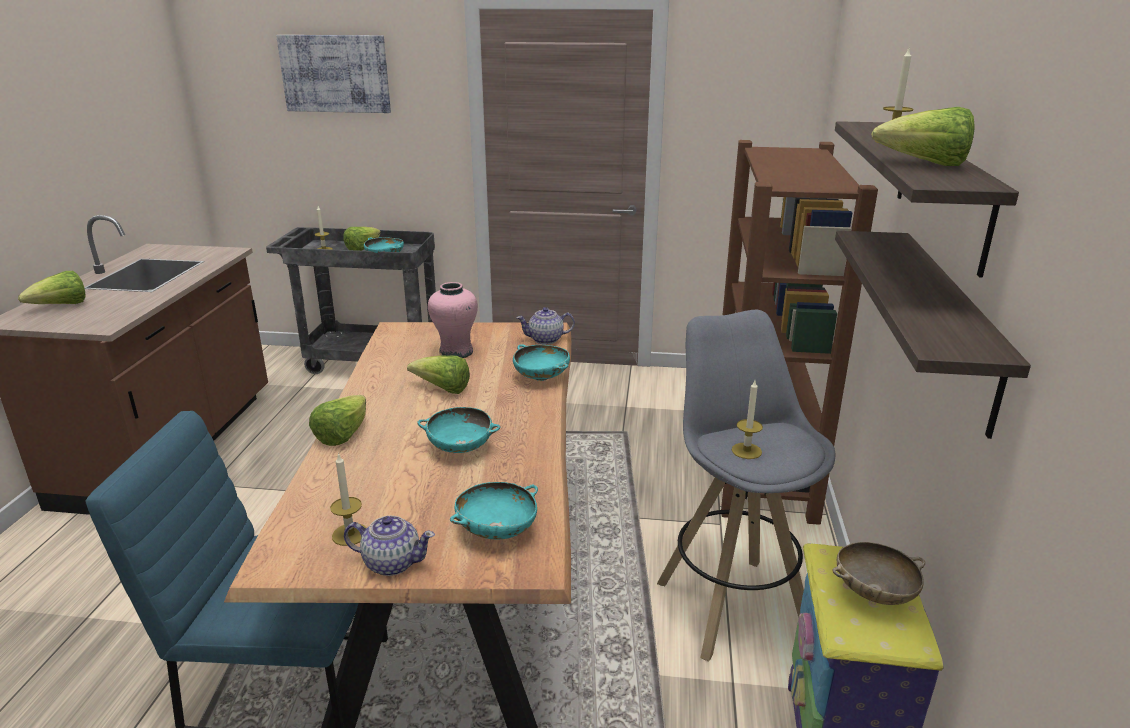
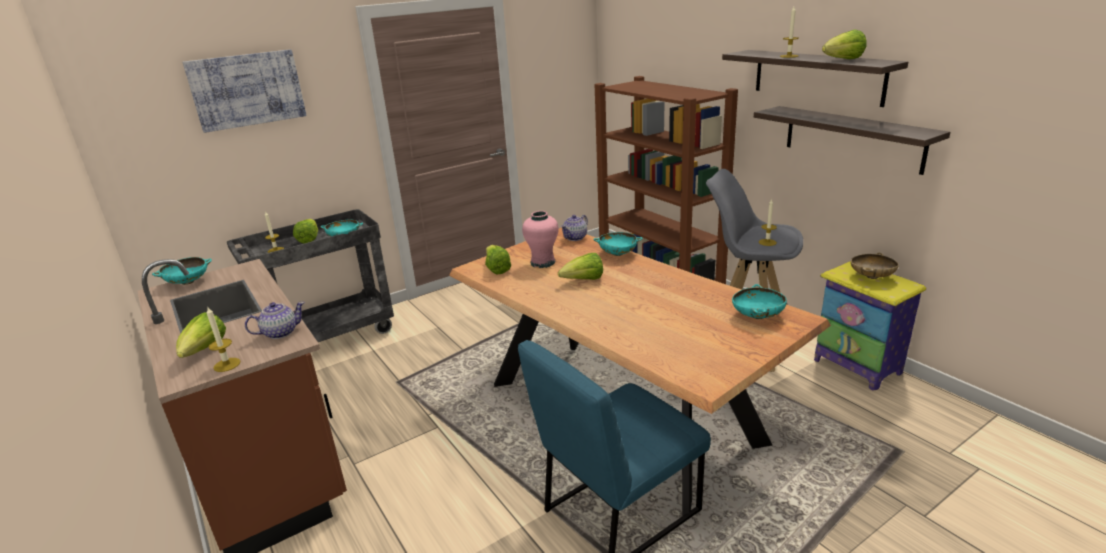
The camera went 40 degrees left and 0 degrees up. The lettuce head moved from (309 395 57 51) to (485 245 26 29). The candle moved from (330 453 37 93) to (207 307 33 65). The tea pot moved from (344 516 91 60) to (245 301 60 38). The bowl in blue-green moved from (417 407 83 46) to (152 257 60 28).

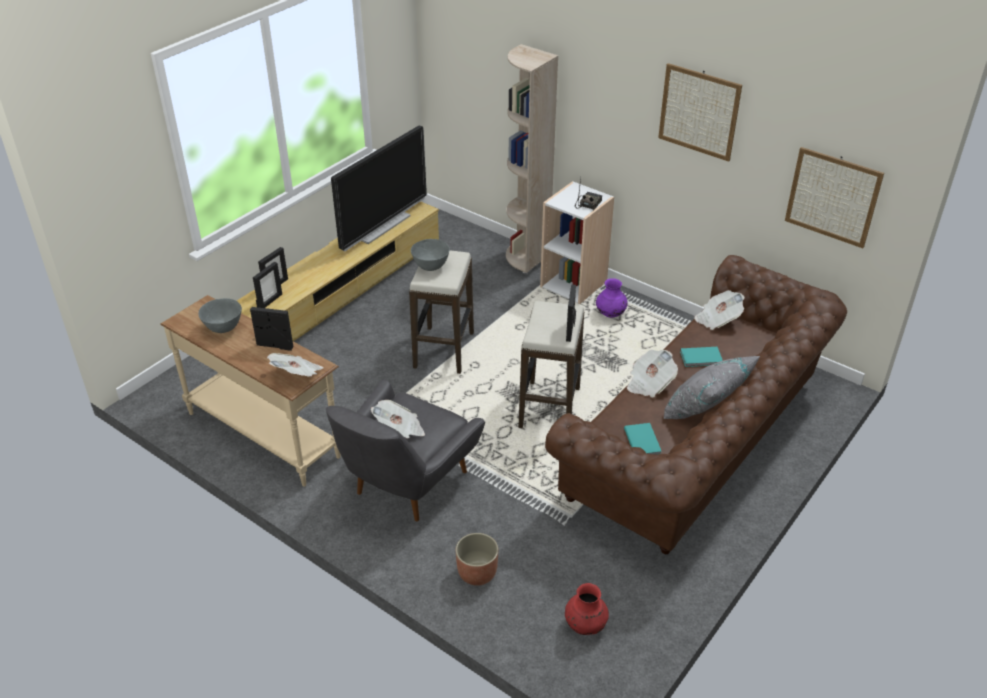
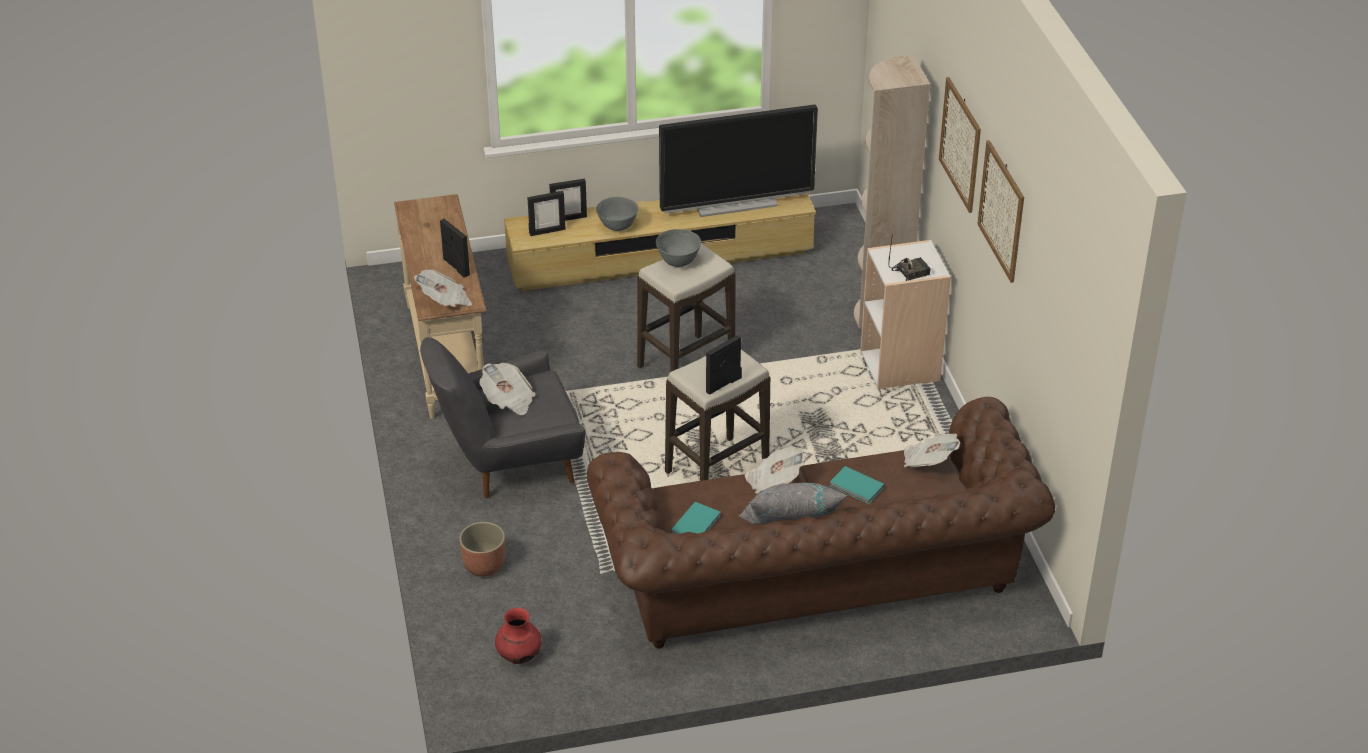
The camera went 40 degrees right and 0 degrees up. The bowl in grey moved from (198 298 44 35) to (596 197 42 34). The vase in purplish at (596 278 32 39) disappeared. The picture moved from (785 147 99 101) to (939 77 42 136).

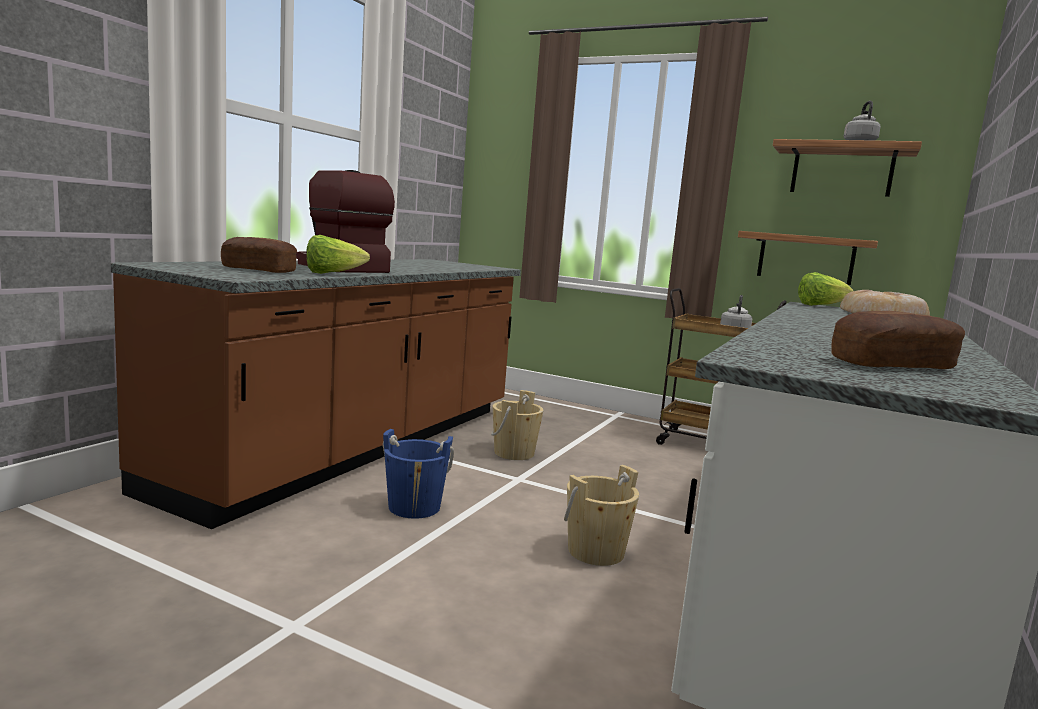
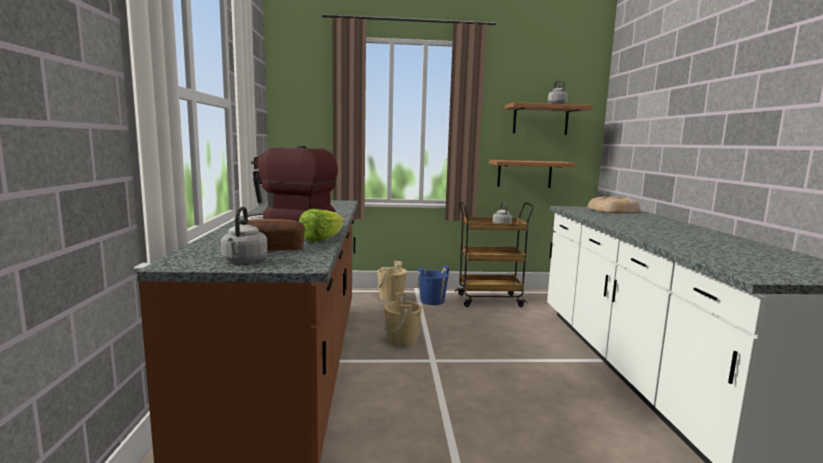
The camera went 30 degrees left and 0 degrees up. The pail in blue moved from (383 429 71 90) to (417 265 32 40). The pail in sand-coloured moved from (564 465 75 101) to (377 261 30 41). The lettuce head at (798 272 55 34) disappeared. The baked bread at (831 311 134 58) disappeared. The water kettle in grey at (221 207 47 56) appeared.

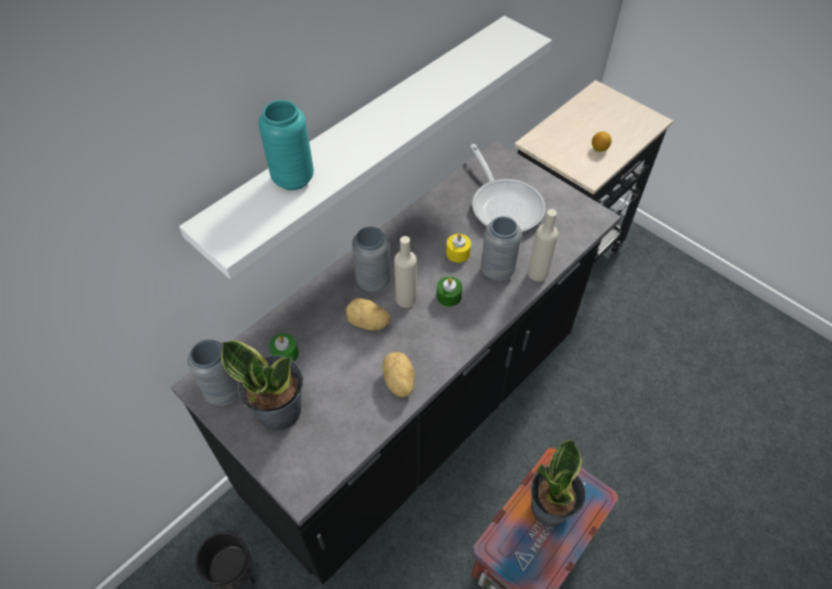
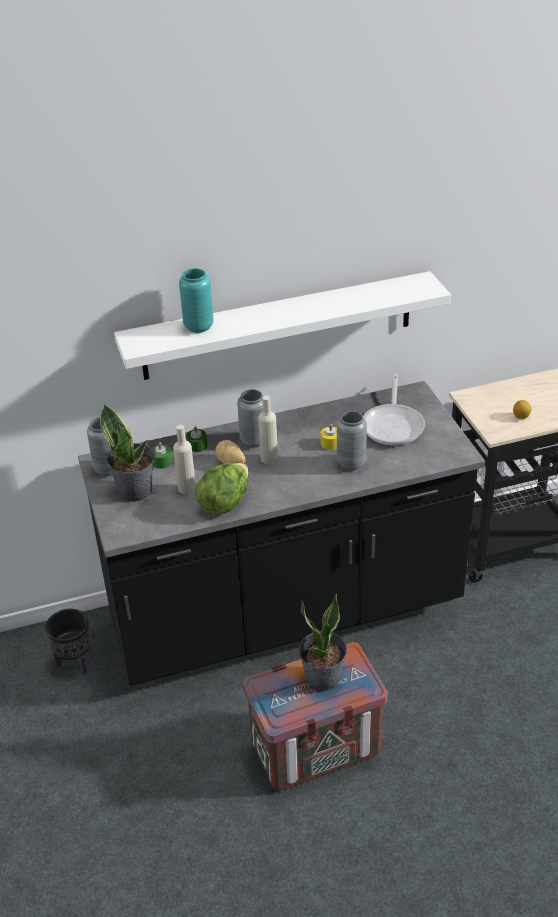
The camera went 30 degrees right and 15 degrees down. The potato at (383 352 31 45) was replaced by the lettuce head at (195 463 54 52). The candle in green-coloured moved from (436 276 26 31) to (186 426 21 26). The bottle in sand-coloured moved from (528 209 30 72) to (173 425 23 69).

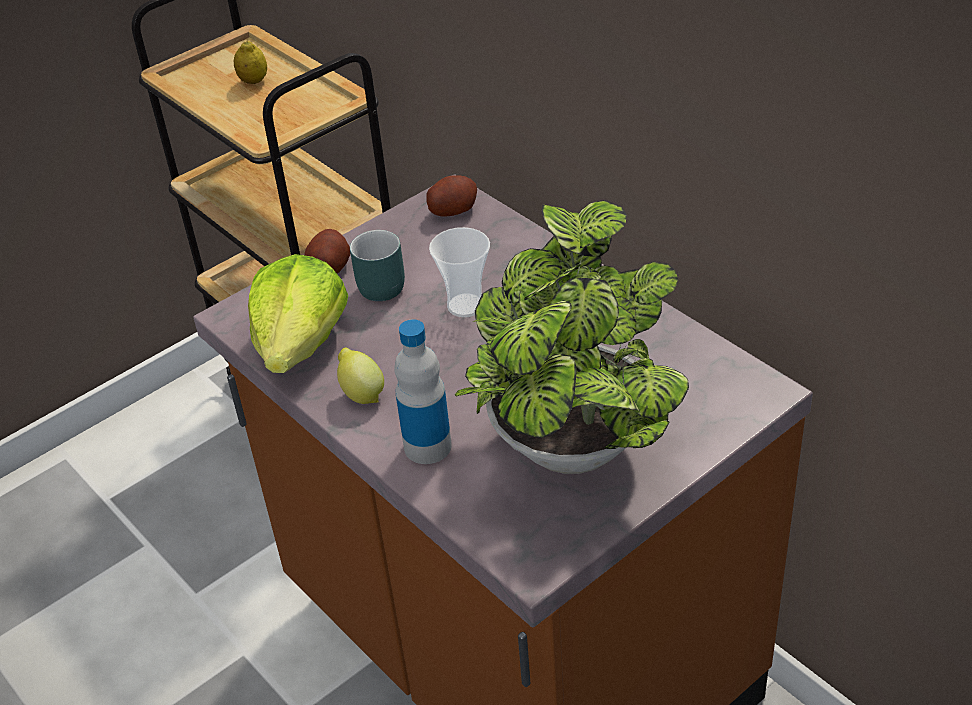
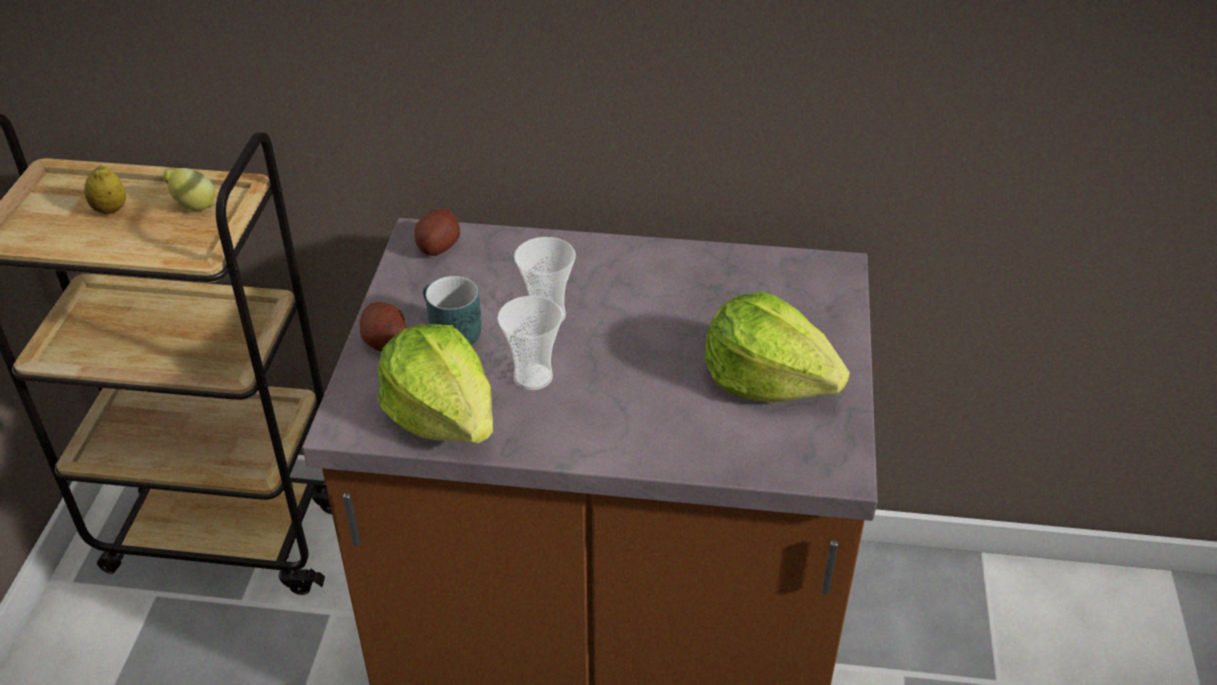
The camera went 45 degrees left and 0 degrees up. The citrus fruit moved from (337 347 47 57) to (163 168 52 43). The bottle at (394 319 58 145) disappeared. The potted plant at (455 200 234 274) was replaced by the lettuce head at (705 291 145 111). The drinking cup at (498 296 65 94) appeared.

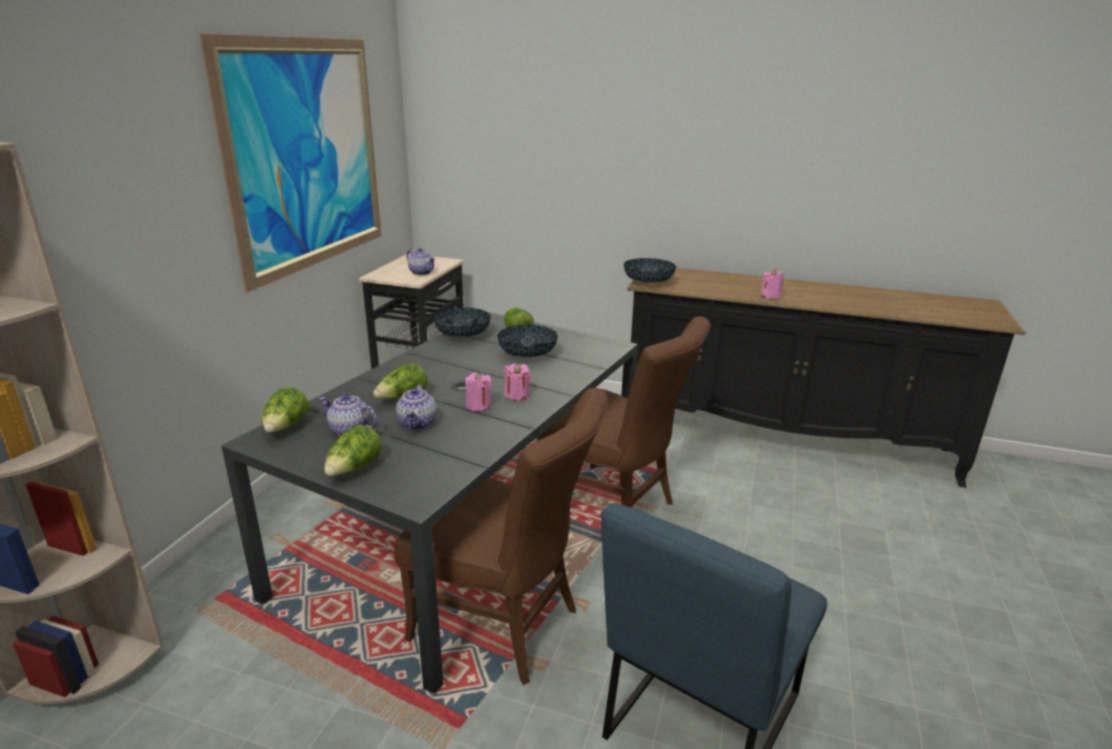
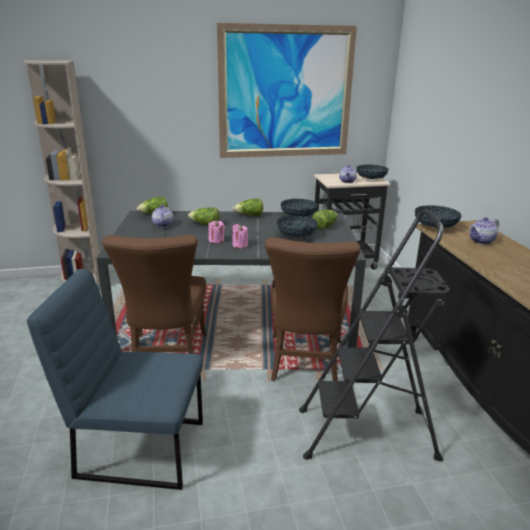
The camera went 60 degrees right and 0 degrees up. The lettuce head moved from (324 425 57 51) to (233 198 30 18). The tea pot moved from (396 384 41 46) to (470 217 29 27). The candle in pink at (761 269 23 30) disappeared. The step stool at (299 210 151 252) appeared. The bowl at (356 165 33 14) appeared.

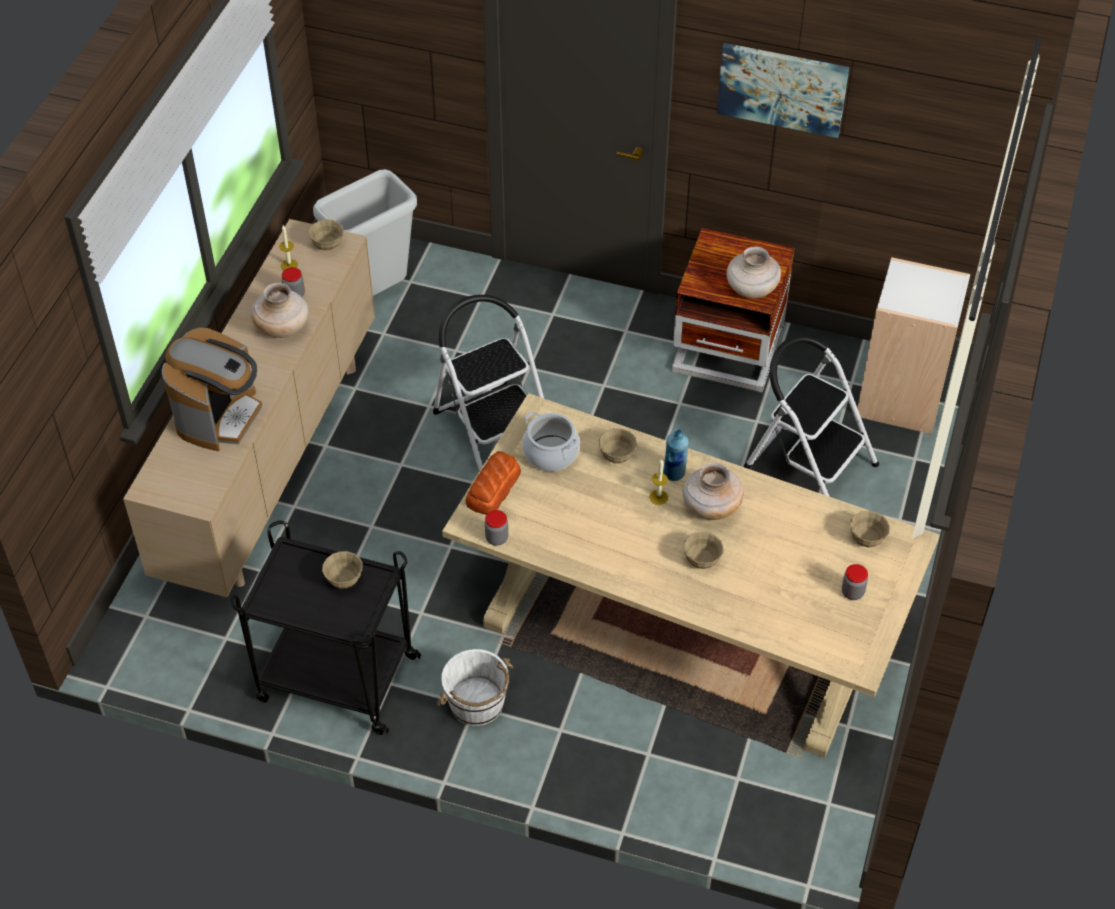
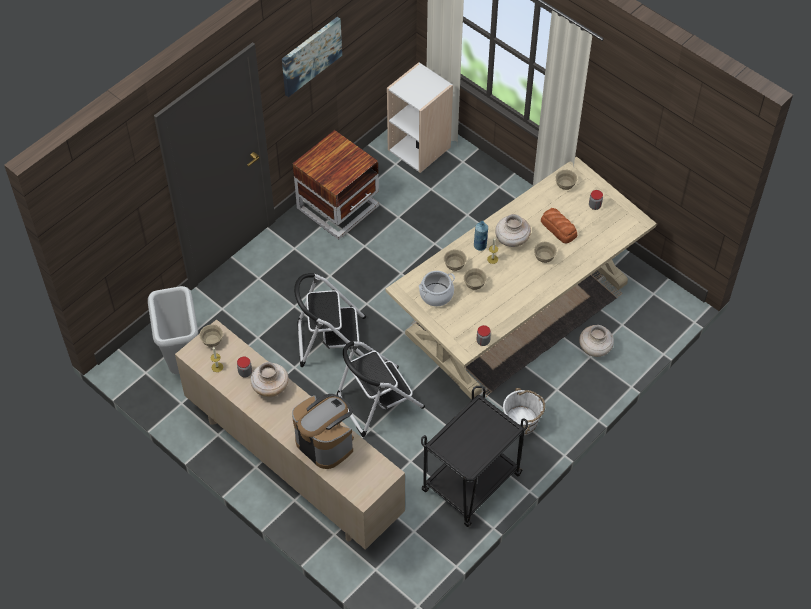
The camera went 65 degrees left and 5 degrees up. The bowl in sand-coloured moved from (322 551 41 38) to (464 268 22 22). The baked bread moved from (465 451 56 64) to (541 208 36 36). The vase in sand-coloured moved from (727 247 54 51) to (579 325 35 32). The step stool moved from (743 336 136 161) to (336 341 89 96).

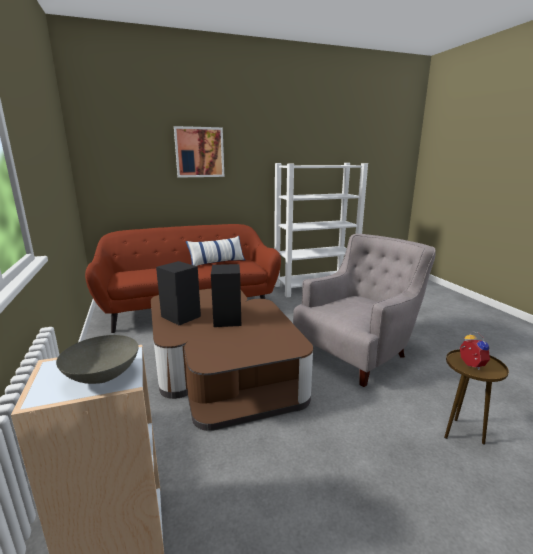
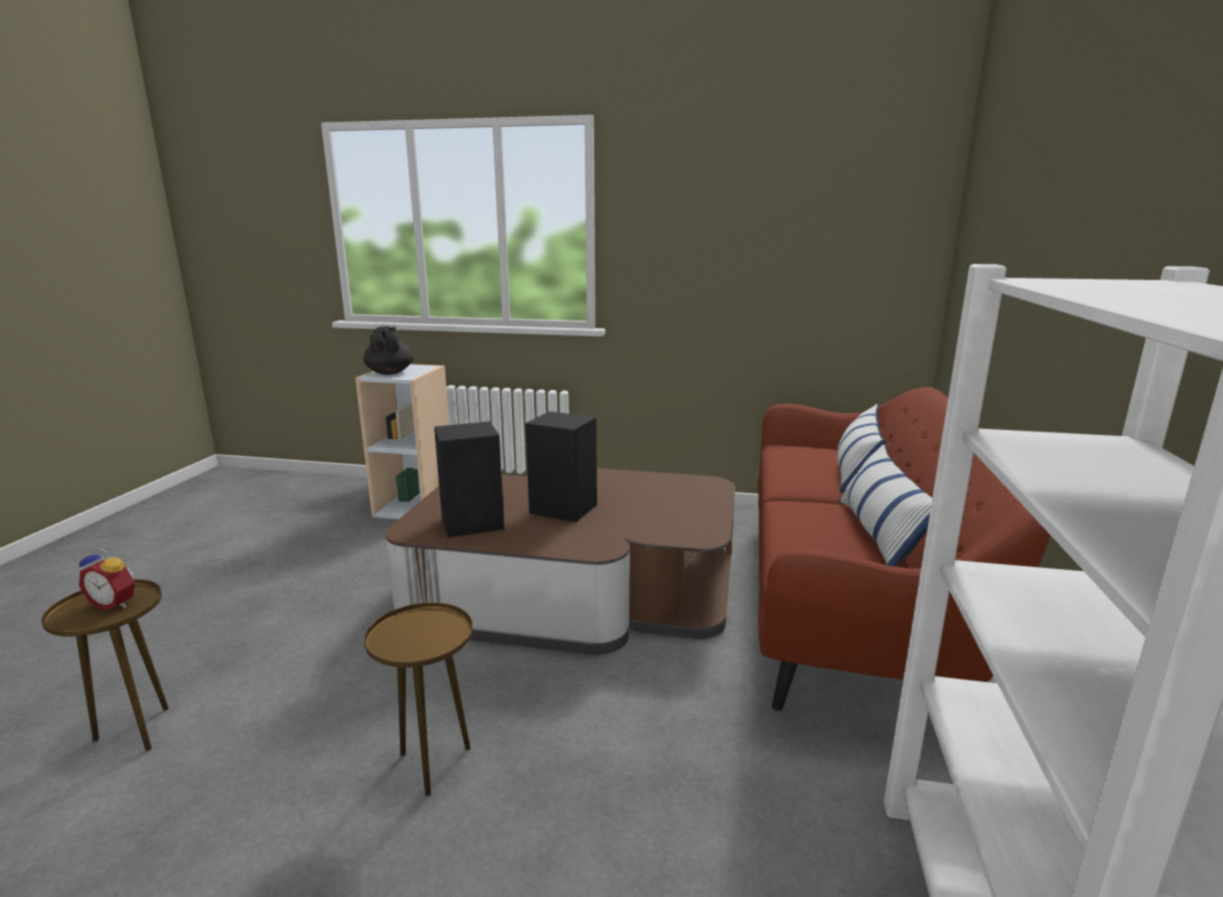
The camera went 120 degrees right and 0 degrees up. The bowl in grey at (56 335 82 49) was replaced by the tea pot in black-coloured at (363 326 51 49). The audio speaker in black-coloured moved from (156 261 45 65) to (434 421 70 117). The picture at (174 126 50 52) disappeared. The armchair in grey at (293 234 143 153) was replaced by the end table in brown-coloured at (364 602 109 194). The throw pillow at (837 403 49 90) appeared.

